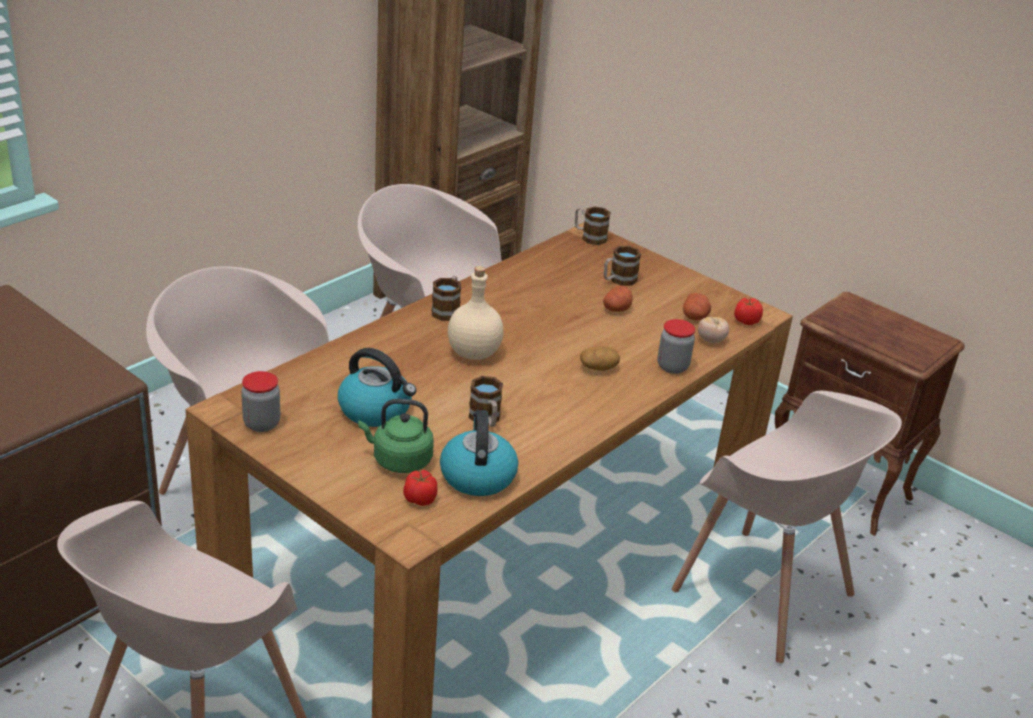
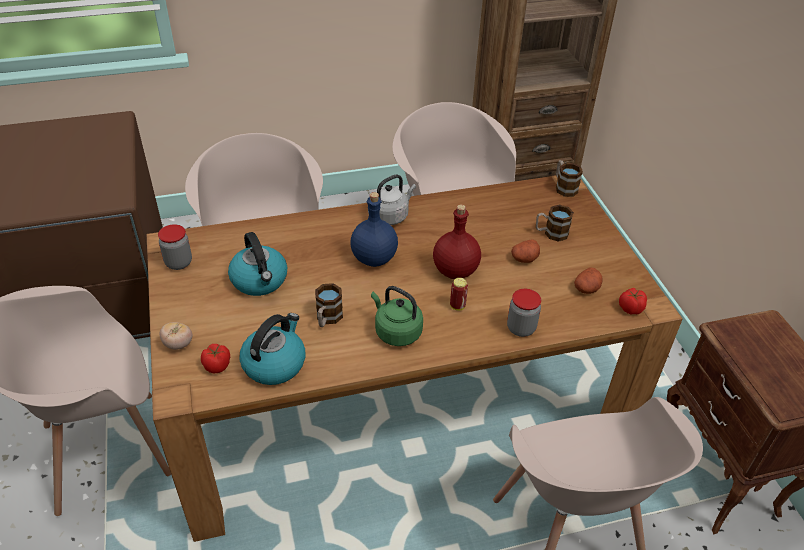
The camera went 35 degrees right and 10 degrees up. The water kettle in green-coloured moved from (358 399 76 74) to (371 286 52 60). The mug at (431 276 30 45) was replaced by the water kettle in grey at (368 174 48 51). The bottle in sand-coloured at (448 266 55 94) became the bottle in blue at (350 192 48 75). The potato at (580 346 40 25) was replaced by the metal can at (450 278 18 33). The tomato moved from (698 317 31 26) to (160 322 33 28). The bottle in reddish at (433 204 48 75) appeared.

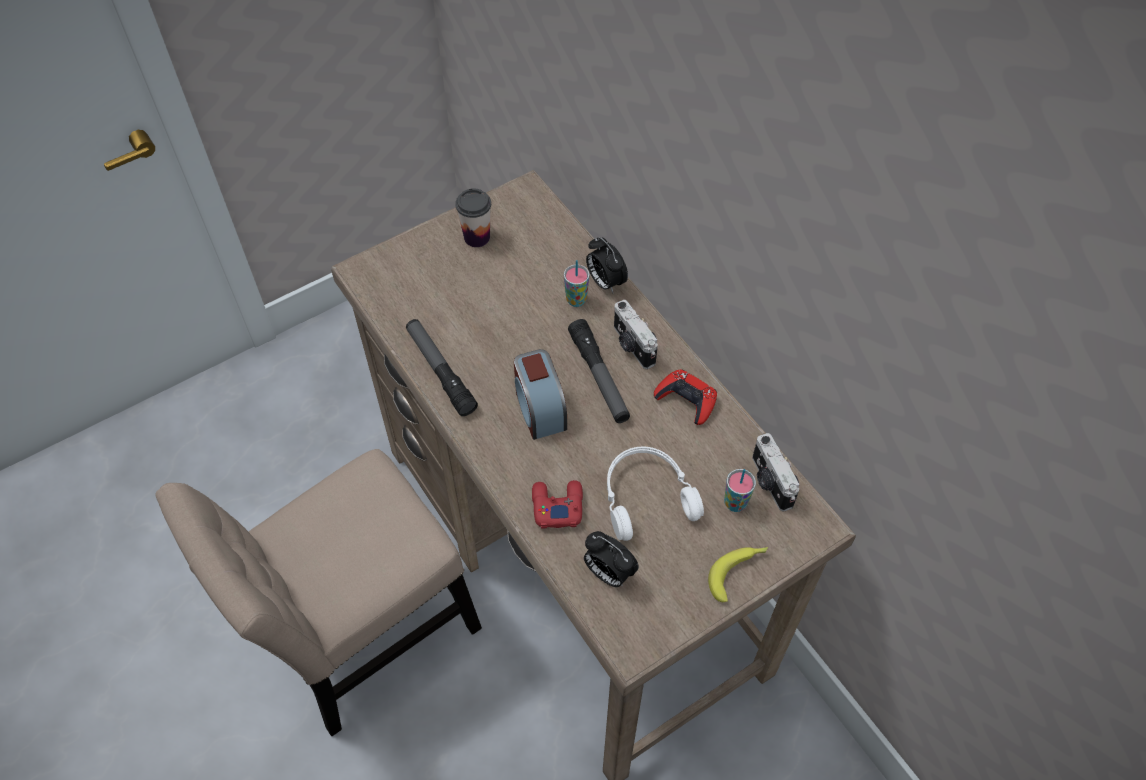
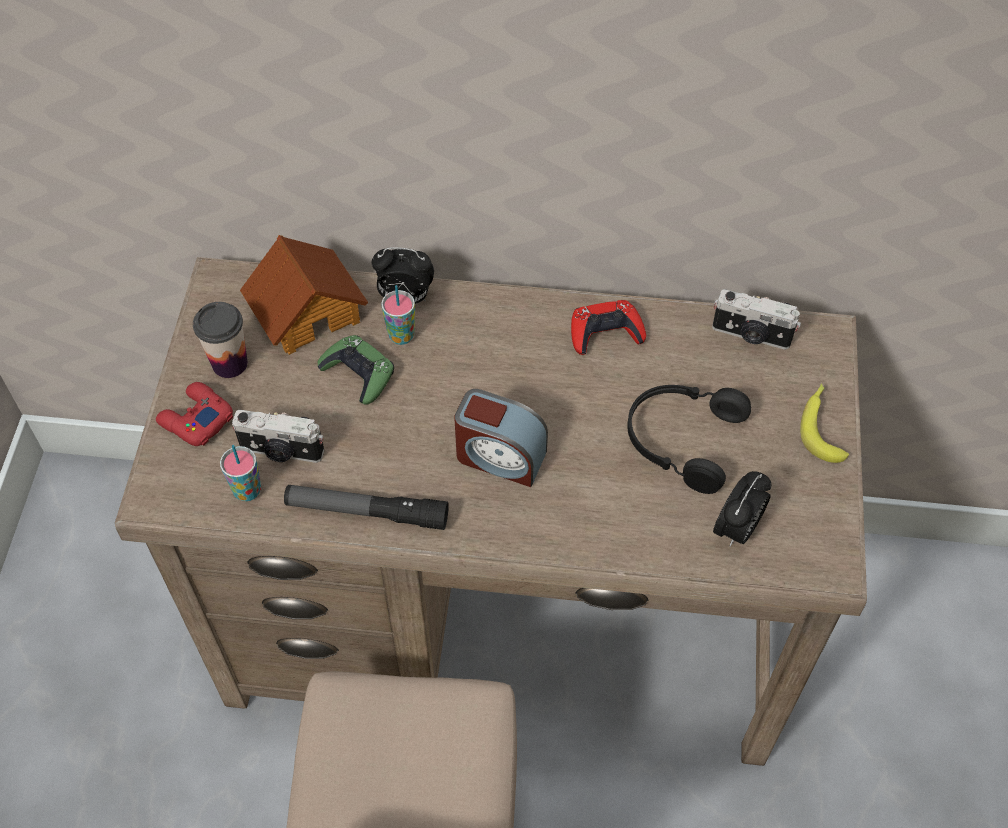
The camera went 50 degrees left and 0 degrees up. The joypad in reddish moved from (532 480 51 49) to (156 382 77 64). The hand torch at (568 319 62 104) disappeared. The bedside clock at (584 531 55 56) turned 45 degrees counterclockwise. The pair of headphones in white-coloured at (607 447 97 94) became the pair of headphones in black-coloured at (627 385 124 109). The photo camera moved from (614 300 44 69) to (232 410 92 53). The drinking cup moved from (724 469 32 43) to (220 445 41 56). The miniature house at (240 235 128 120) appeared. The joypad in green-coloured at (318 335 76 70) appeared.

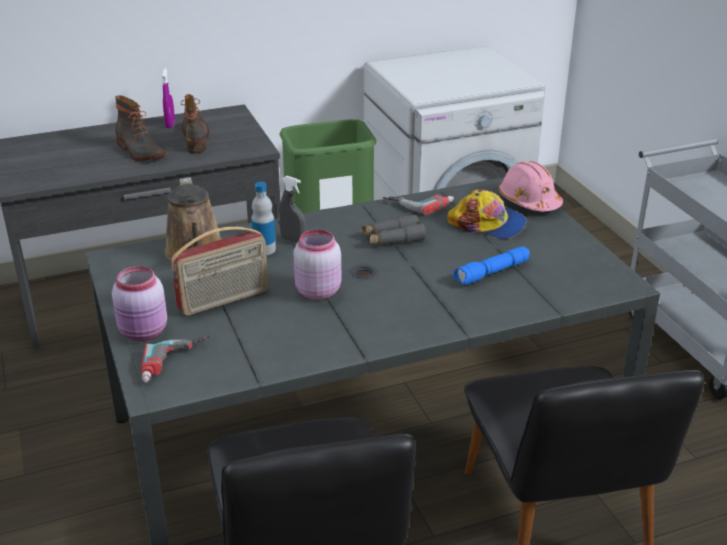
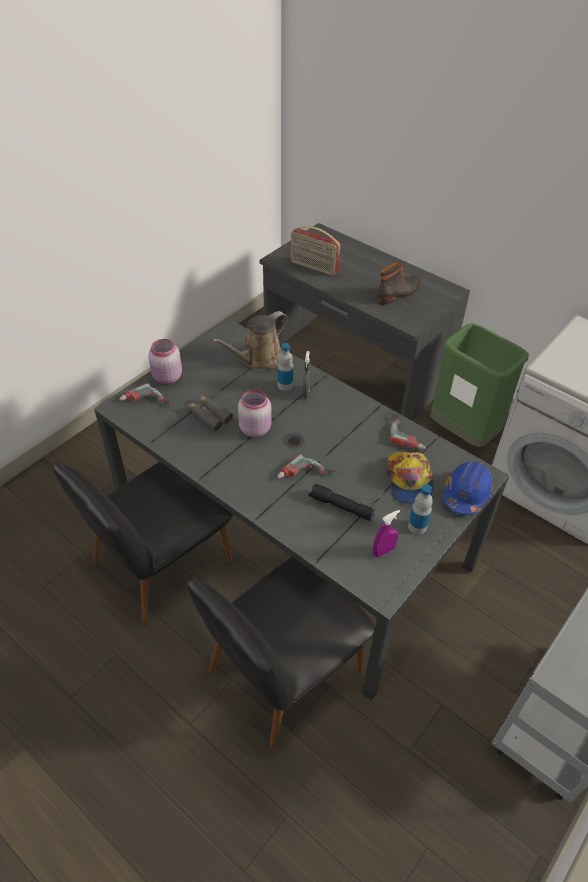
The camera went 60 degrees right and 15 degrees up. The tall boot at (115 95 51 66) disappeared. The sprayer in purplish moved from (162 68 13 60) to (373 510 27 47). The radio moved from (171 227 97 89) to (291 226 49 50). The field glasses in grey moved from (361 214 65 31) to (187 395 47 37). The hand torch in blue at (453 246 77 39) became the hand torch in black-coloured at (308 484 67 37). The hard hat in pink at (499 161 64 50) became the hard hat in blue at (443 461 51 54). The power drill at (277 454 61 25) appeared. The bottle at (408 484 25 50) appeared.

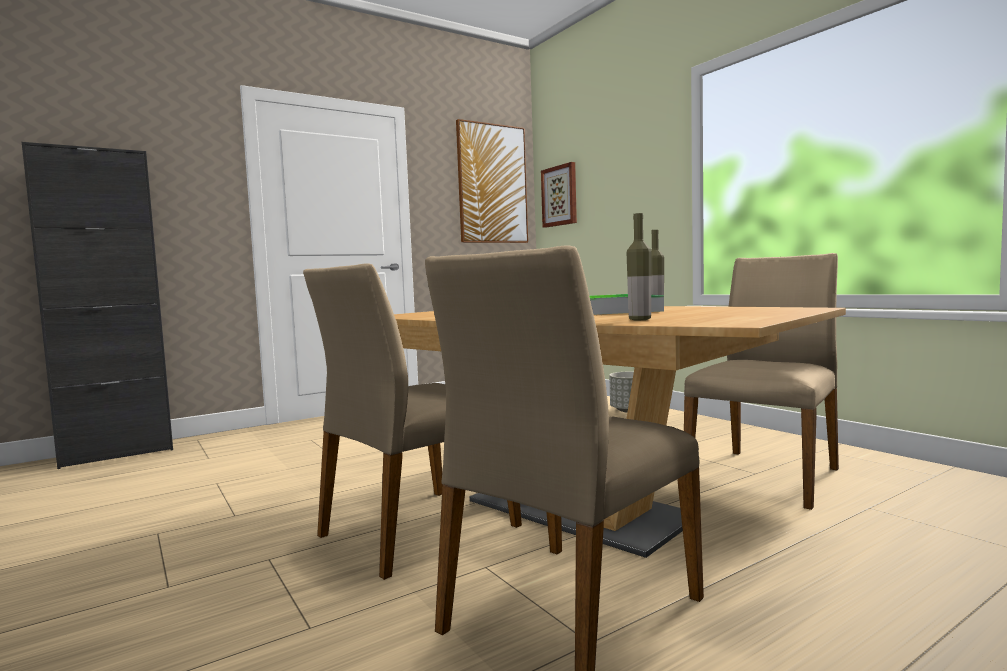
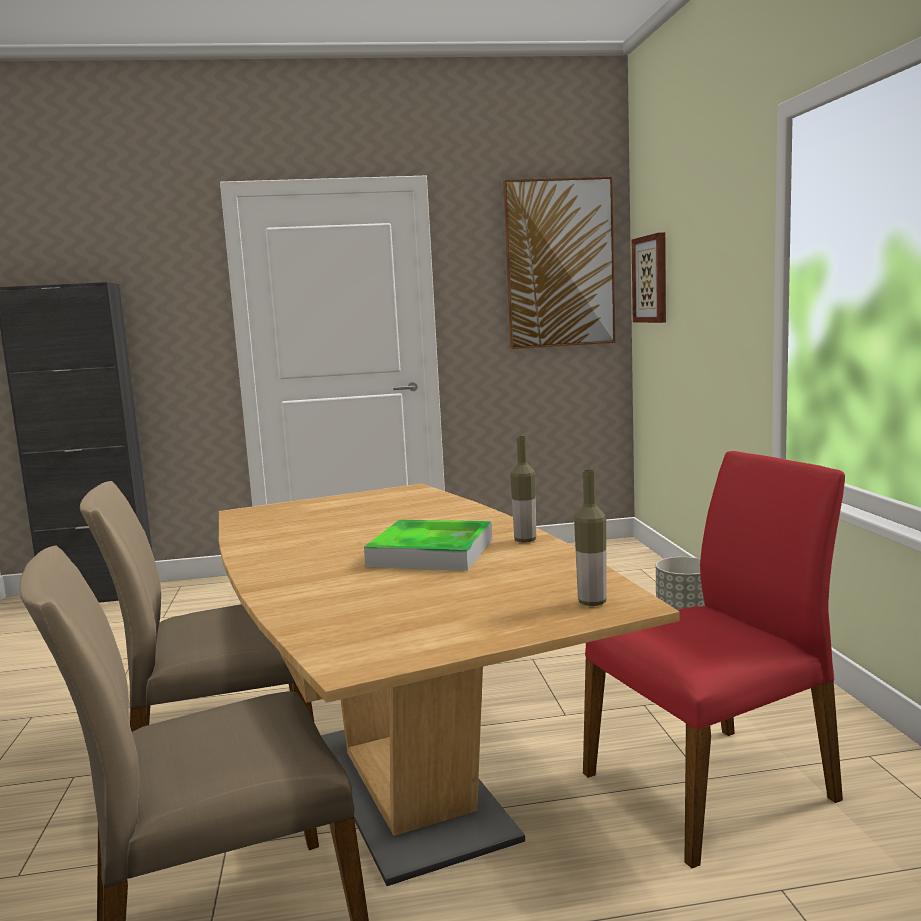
The camera went 25 degrees right and 5 degrees up. The bottle moved from (627 213 24 107) to (574 470 33 136). The chair in sand-coloured at (684 253 155 257) became the chair in reddish at (583 451 262 417).

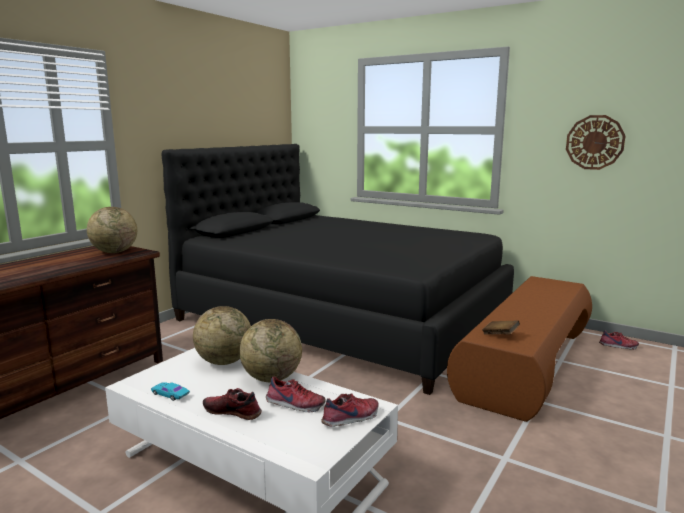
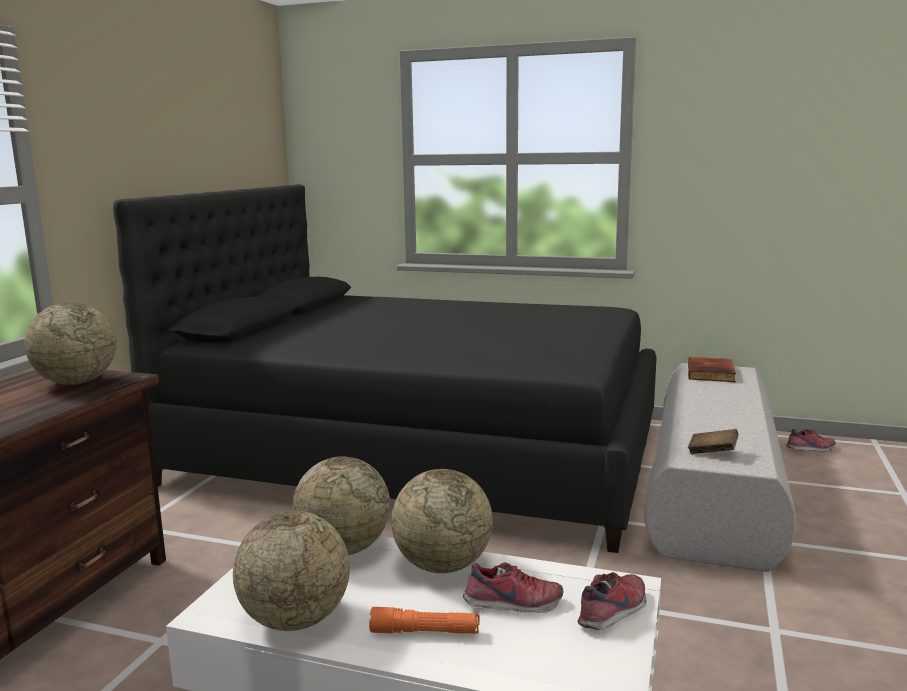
The camera went 15 degrees left and 0 degrees up. The model car in blue-green at (151 382 39 19) was replaced by the globe at (233 511 117 120). The item of footwear at (203 388 59 32) was replaced by the hand torch in orange-coloured at (369 607 111 27). The bench in brown-coloured at (447 276 145 146) became the bench in grey at (644 363 152 209). The hanging clock at (566 115 60 55) disappeared. The volume at (688 357 48 25) appeared.

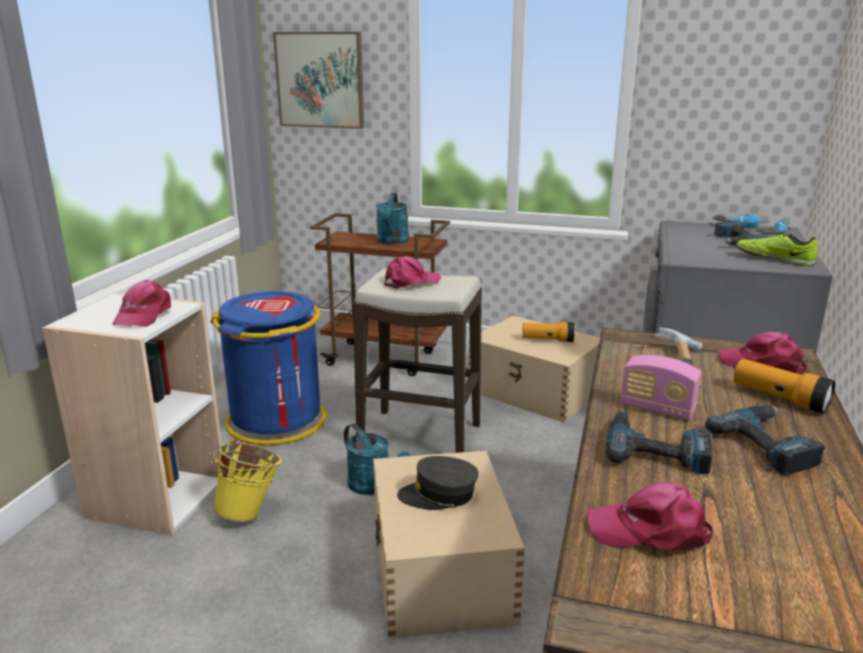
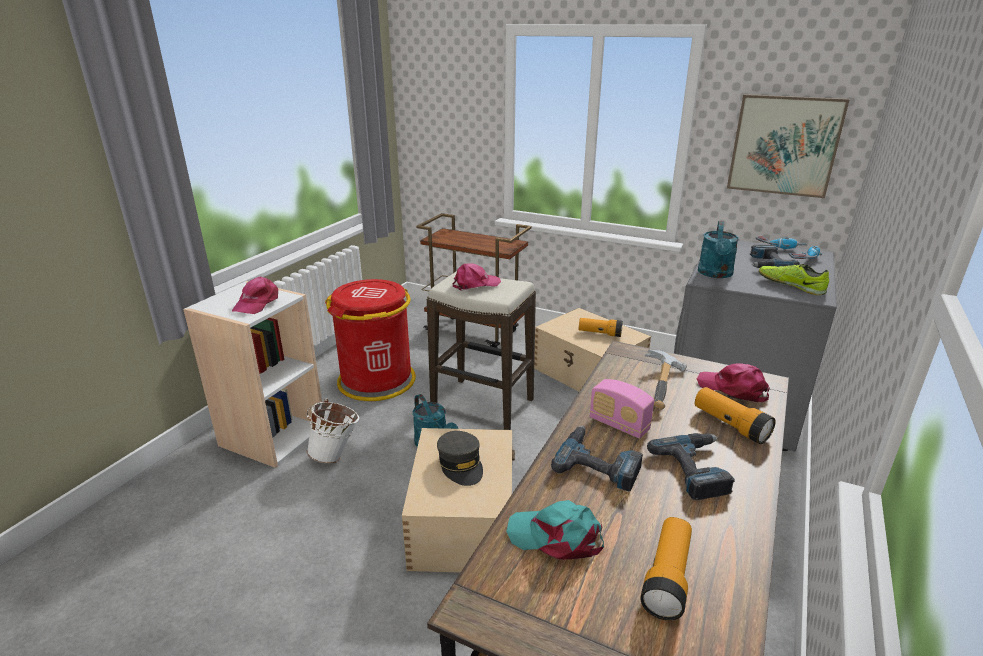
The camera went 10 degrees right and 5 degrees up. The trash can in blue at (210 291 117 154) became the trash can in reddish at (325 279 91 122). The pail in yellowish at (213 438 69 84) became the pail in white-coloured at (307 399 52 65). The picture moved from (273 32 91 97) to (727 94 123 104). The watering can in blue-green moved from (376 193 33 52) to (698 221 41 57). The baseball cap in grey at (397 456 82 54) turned 120 degrees counterclockwise. The baseball cap in pink at (586 482 127 69) became the baseball cap in blue-green at (506 500 98 60). The hand torch at (641 517 51 104) appeared.

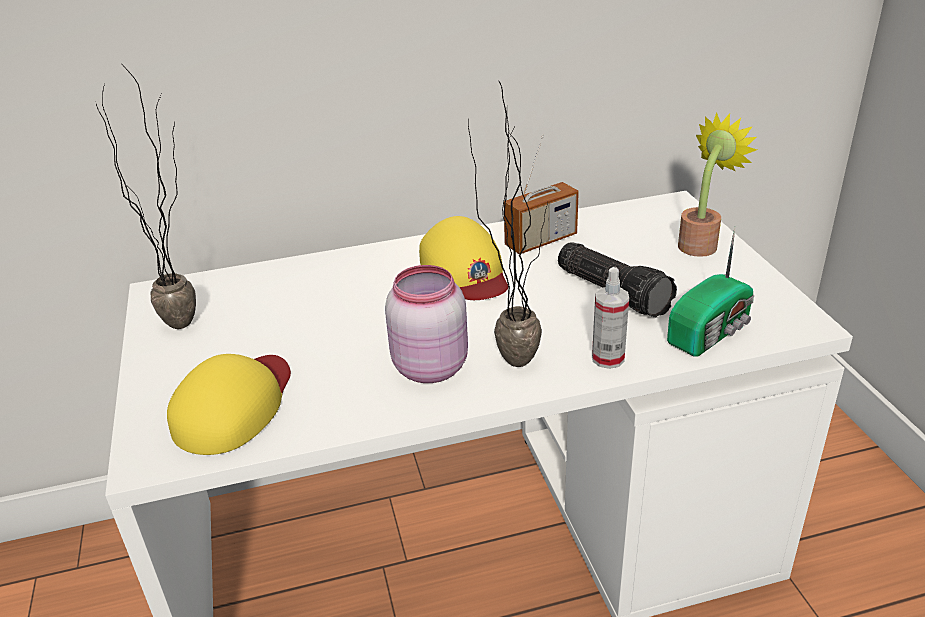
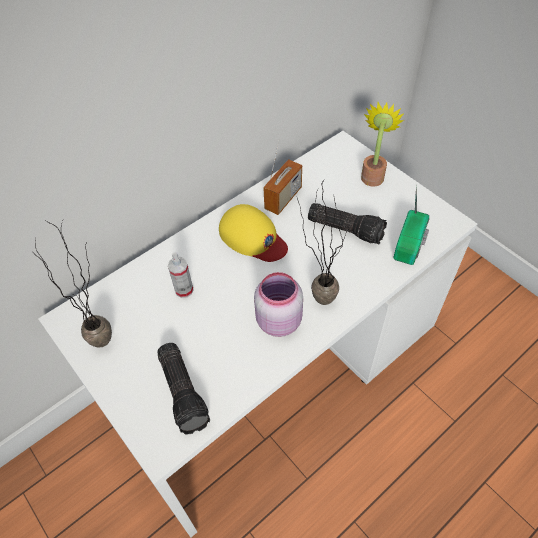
The camera went 25 degrees left and 20 degrees up. The baseball cap in yellowish at (167 354 124 101) was replaced by the hand torch at (157 343 53 91). The sprayer moved from (592 267 37 102) to (168 252 26 46).

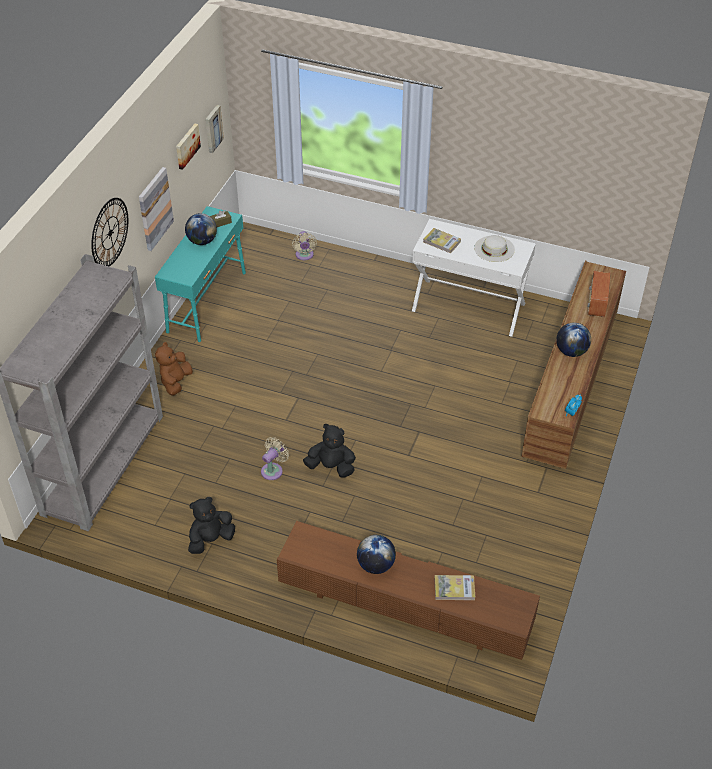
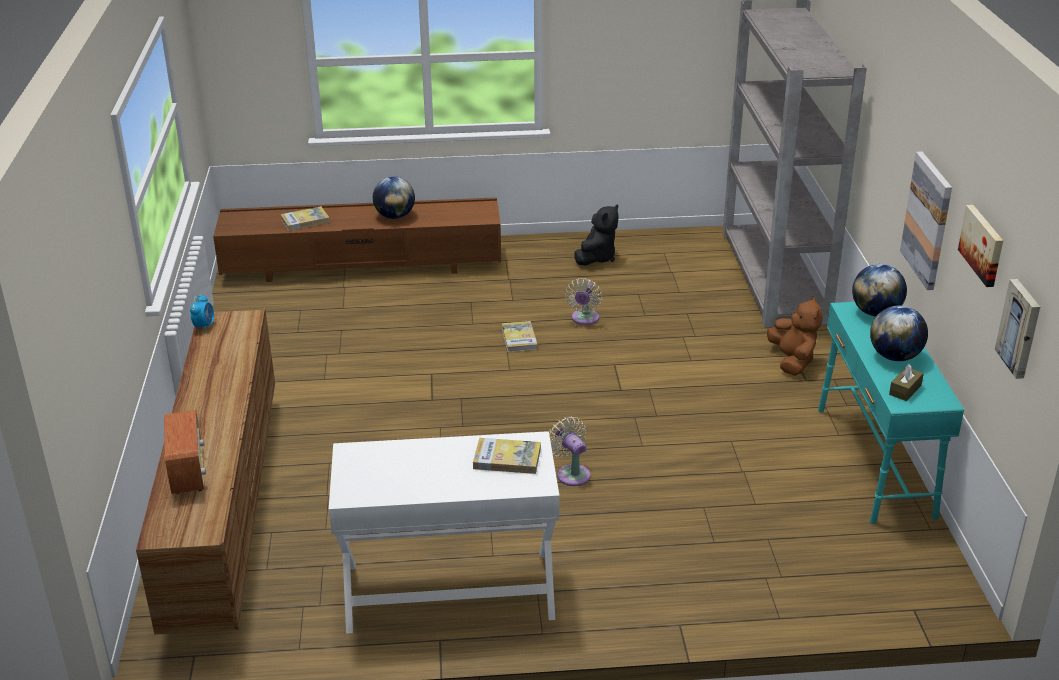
The camera went 155 degrees right and 15 degrees down. The hanging clock at (91 198 37 68) disappeared. The electric fan in sand-coloured moved from (292 231 25 29) to (549 416 41 70). The cuddly toy in black-coloured at (303 424 53 53) was replaced by the volume at (502 321 36 31). The wearable hat in white-coloured at (474 235 41 27) disappeared. The globe moved from (556 323 35 34) to (852 264 55 53).

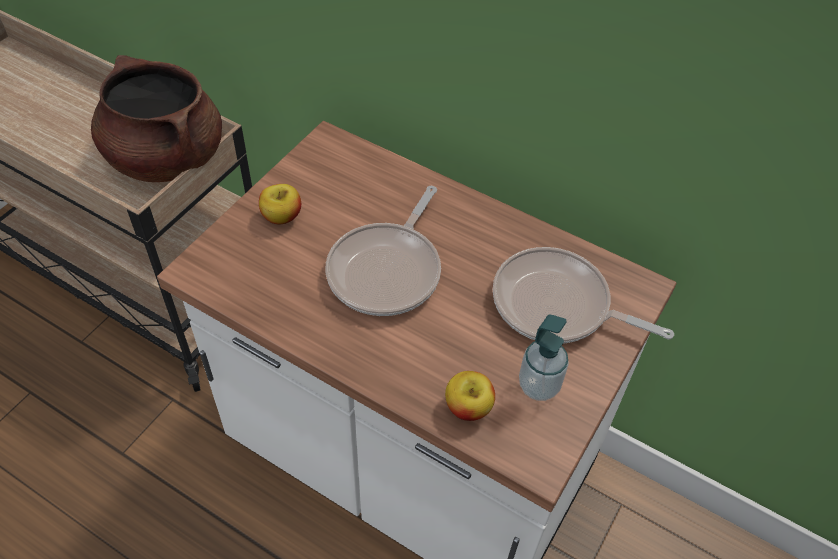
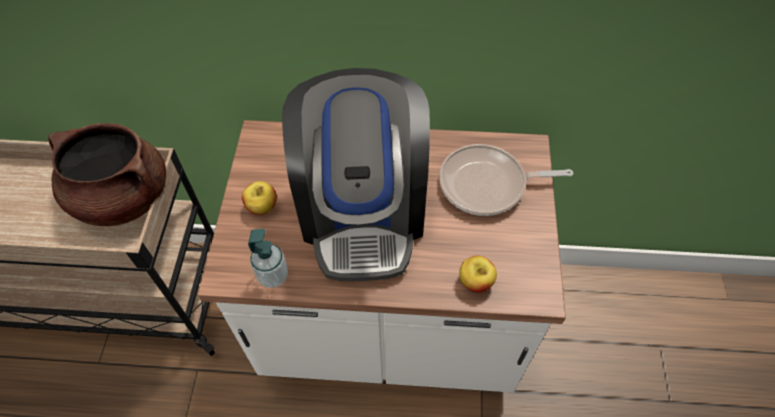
The camera went 25 degrees left and 5 degrees up. The frying pan at (326 186 115 130) was replaced by the coffee brewer at (282 68 148 213). The liquid soap bottle moved from (519 315 50 86) to (248 229 40 59).

